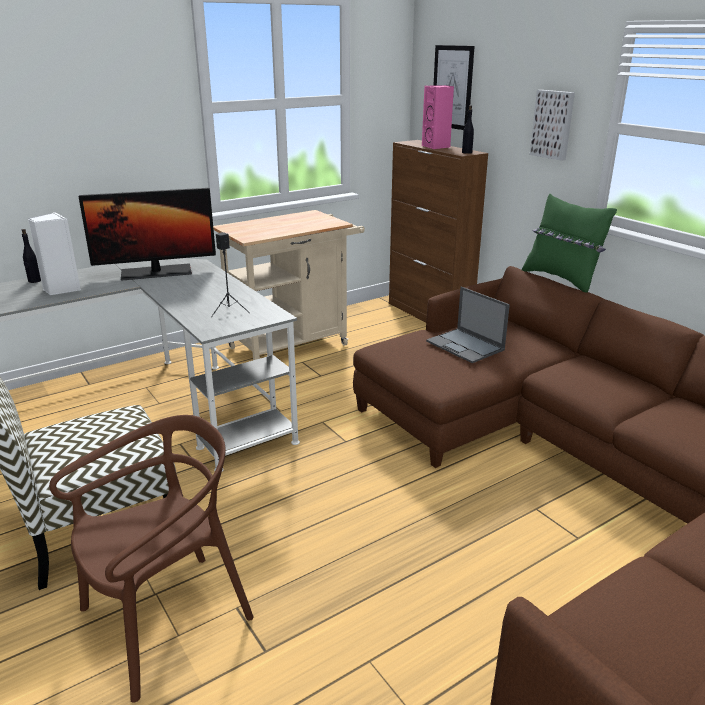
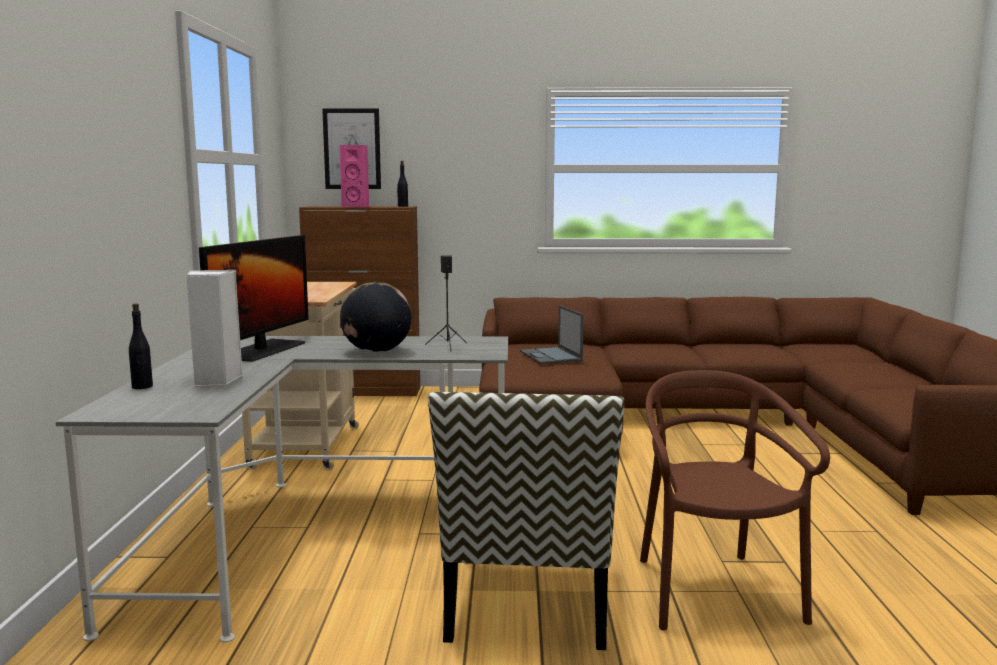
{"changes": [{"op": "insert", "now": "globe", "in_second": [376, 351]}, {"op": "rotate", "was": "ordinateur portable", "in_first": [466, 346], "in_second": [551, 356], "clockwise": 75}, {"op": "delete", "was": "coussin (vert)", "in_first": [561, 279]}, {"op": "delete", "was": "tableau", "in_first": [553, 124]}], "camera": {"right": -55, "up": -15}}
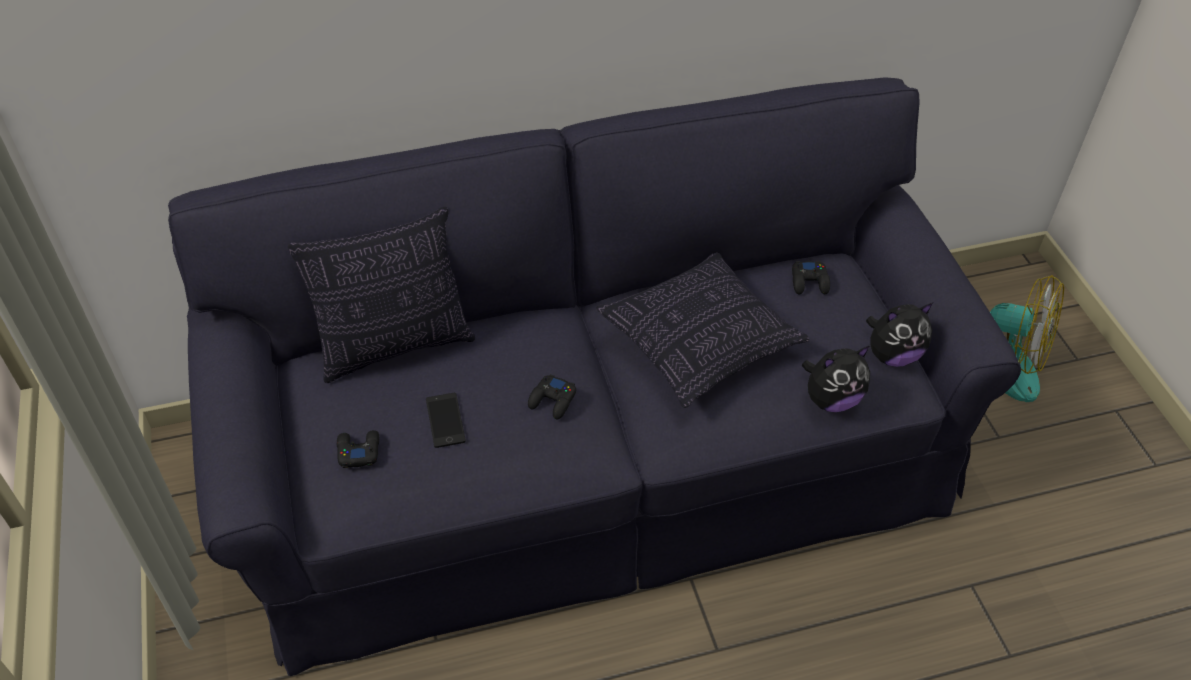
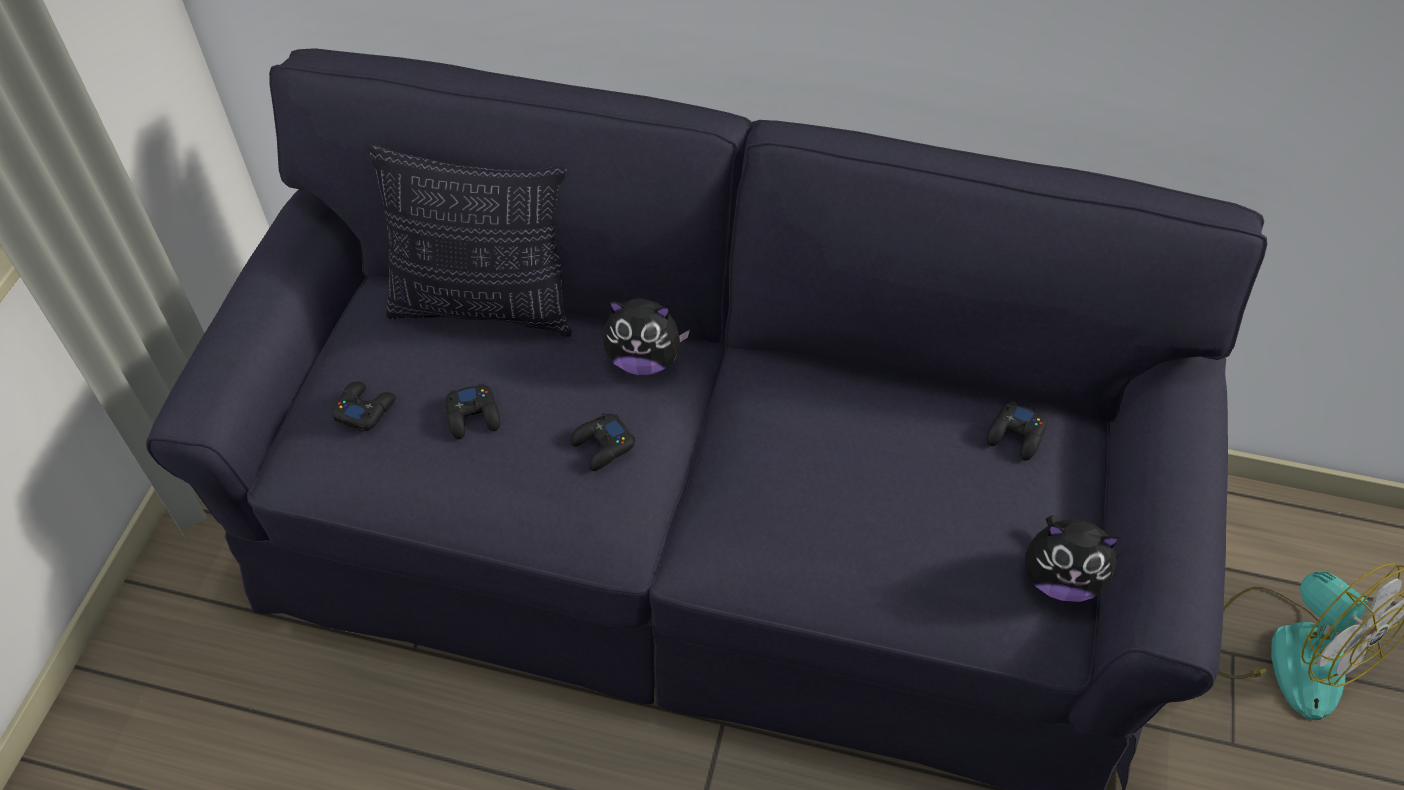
{"changes": [{"op": "replace", "was": "téléphone", "now": "manette (noir)", "in_first": [445, 420], "in_second": [473, 416]}, {"op": "move", "was": "peluche", "in_first": [831, 399], "in_second": [644, 360]}, {"op": "delete", "was": "coussin", "in_first": [699, 343]}], "camera": {"right": 30, "up": 5}}
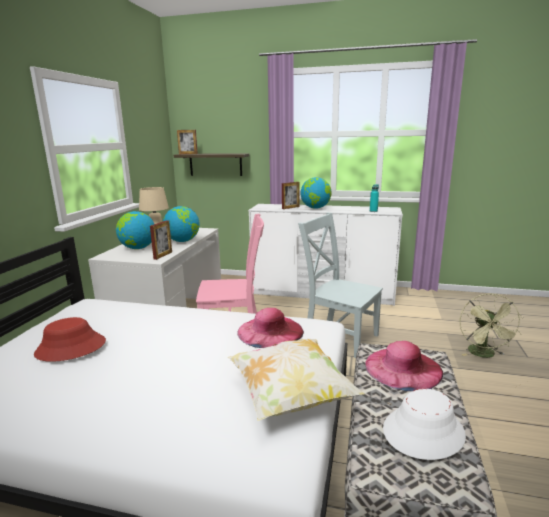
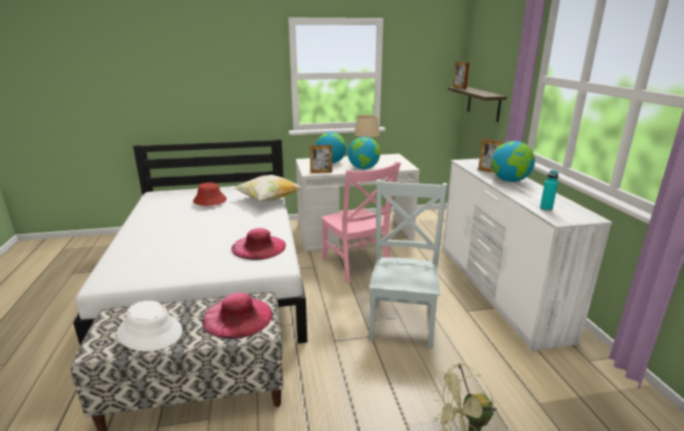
{"changes": [{"op": "move", "was": "coussin", "in_first": [291, 396], "in_second": [268, 200]}], "camera": {"right": 65, "up": 5}}
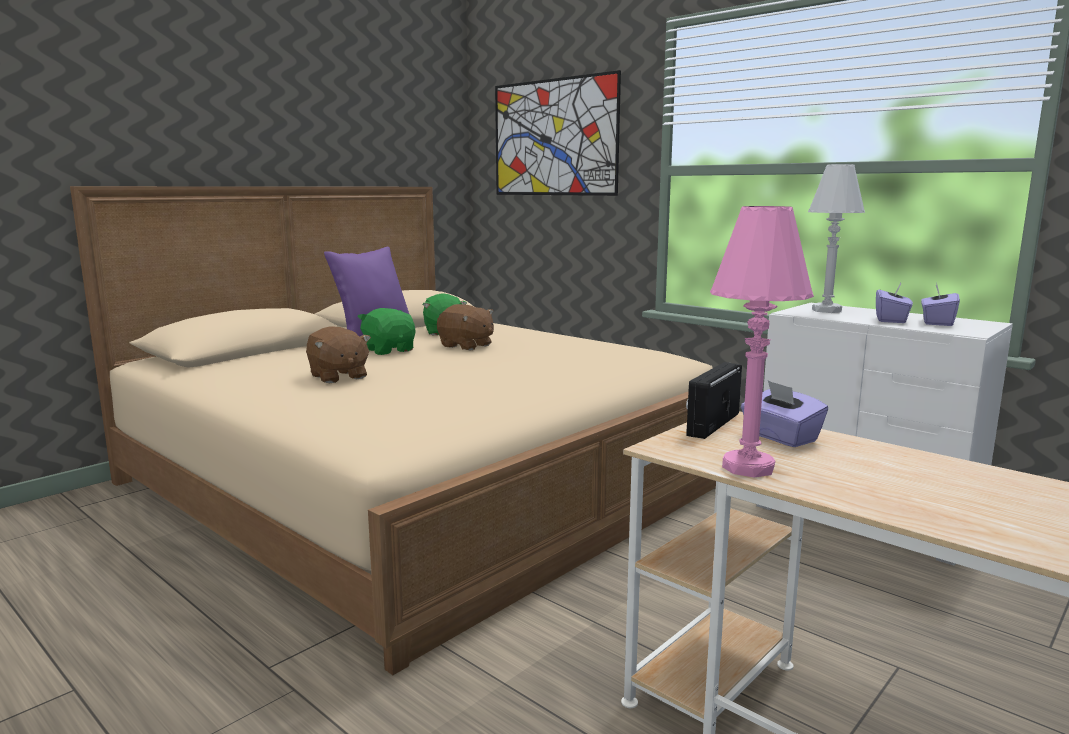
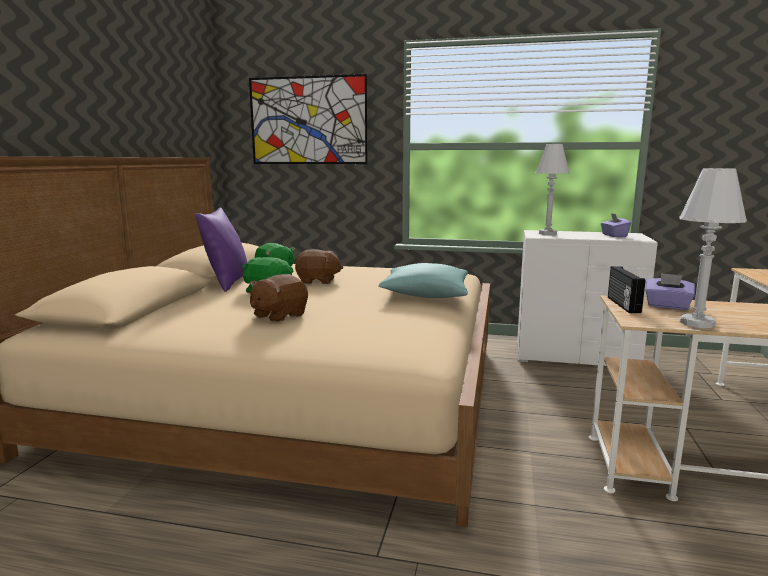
{"changes": [{"op": "rotate", "was": "peluche (marron)", "in_first": [338, 376], "in_second": [278, 316], "clockwise": 105}, {"op": "insert", "now": "coussin (turquoise)", "in_second": [425, 295]}, {"op": "recolor", "was": "lampe de table (rose)", "now": "lampe de table (blanc)", "in_first": [748, 467], "in_second": [697, 323]}, {"op": "delete", "was": "boîte à mouchoirs (violet)", "in_first": [891, 320]}], "camera": {"right": -30, "up": 0}}
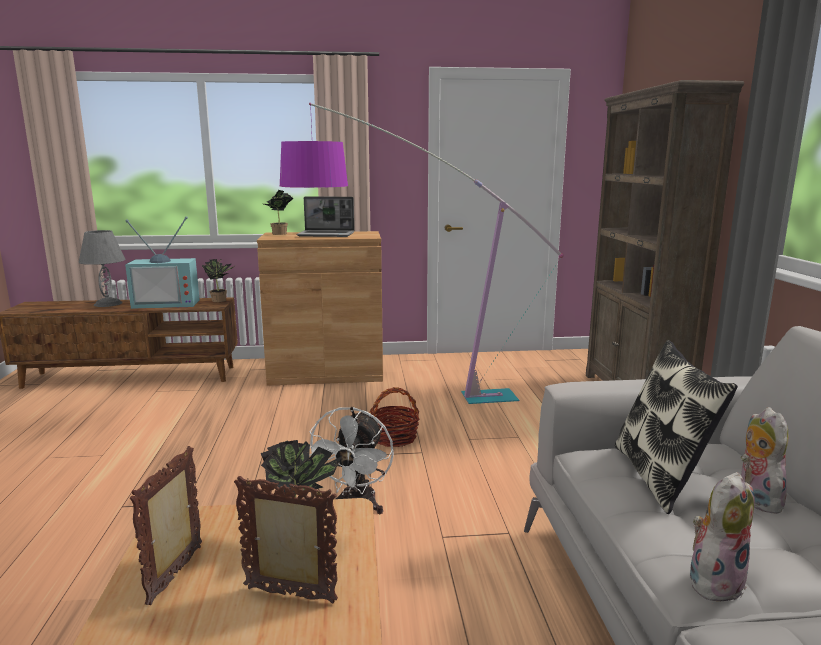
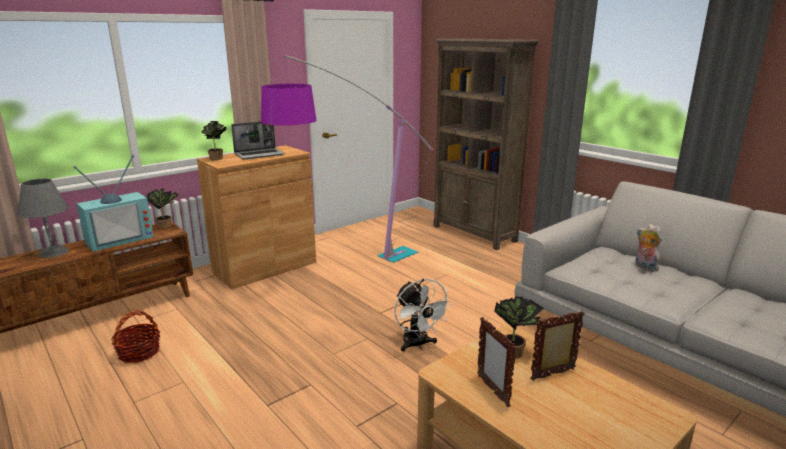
{"changes": [{"op": "move", "was": "panier", "in_first": [394, 437], "in_second": [139, 352]}, {"op": "delete", "was": "coussin", "in_first": [660, 476]}, {"op": "delete", "was": "peluche", "in_first": [714, 581]}], "camera": {"right": -35, "up": 5}}
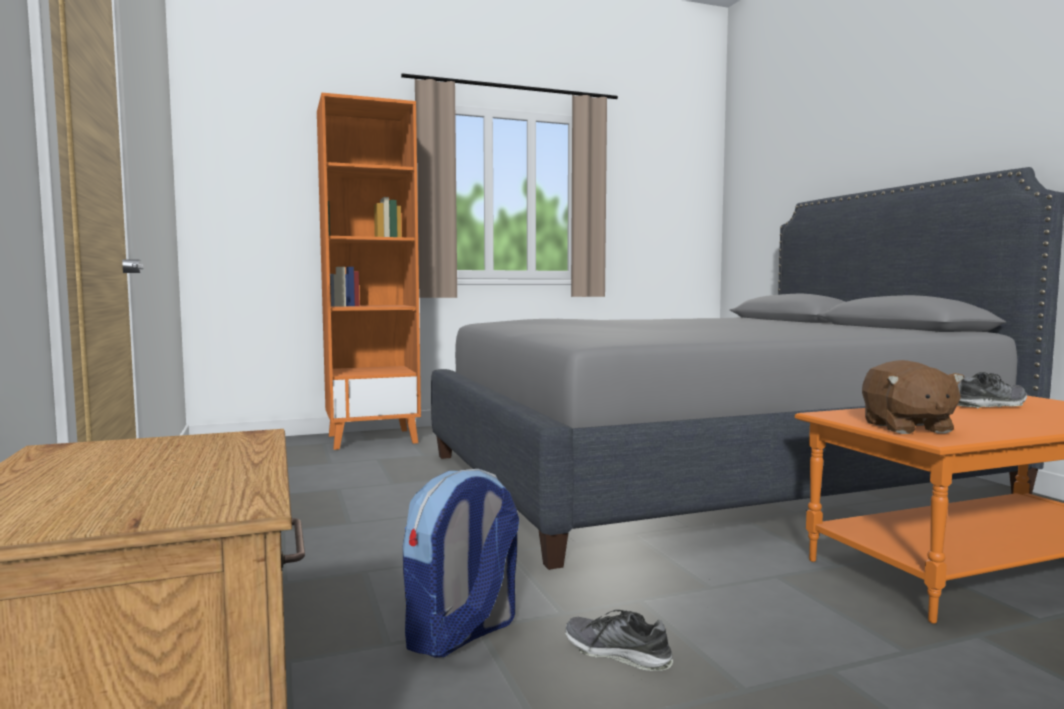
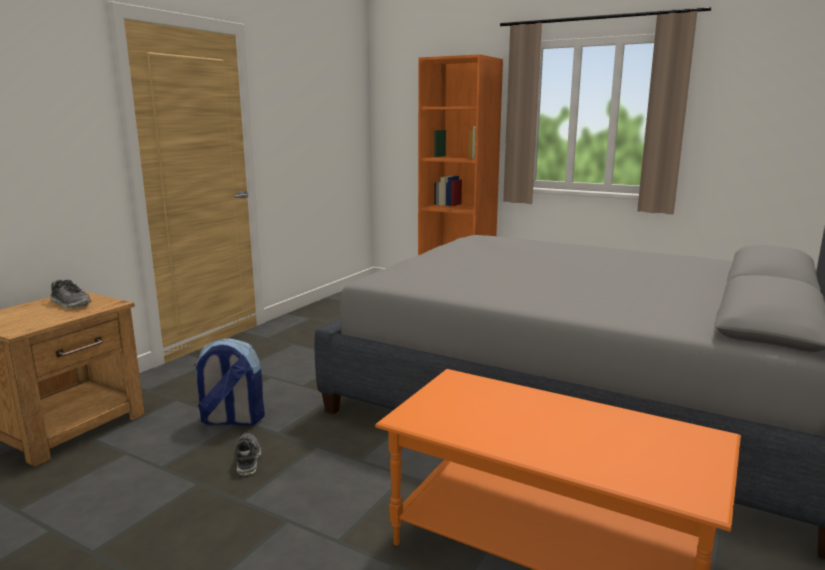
{"changes": [{"op": "move", "was": "chaussure", "in_first": [991, 405], "in_second": [71, 304]}, {"op": "delete", "was": "peluche (marron)", "in_first": [906, 428]}], "camera": {"right": 50, "up": 10}}
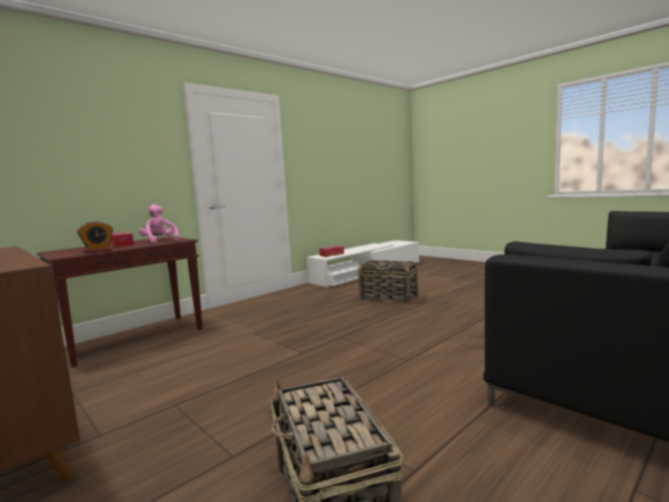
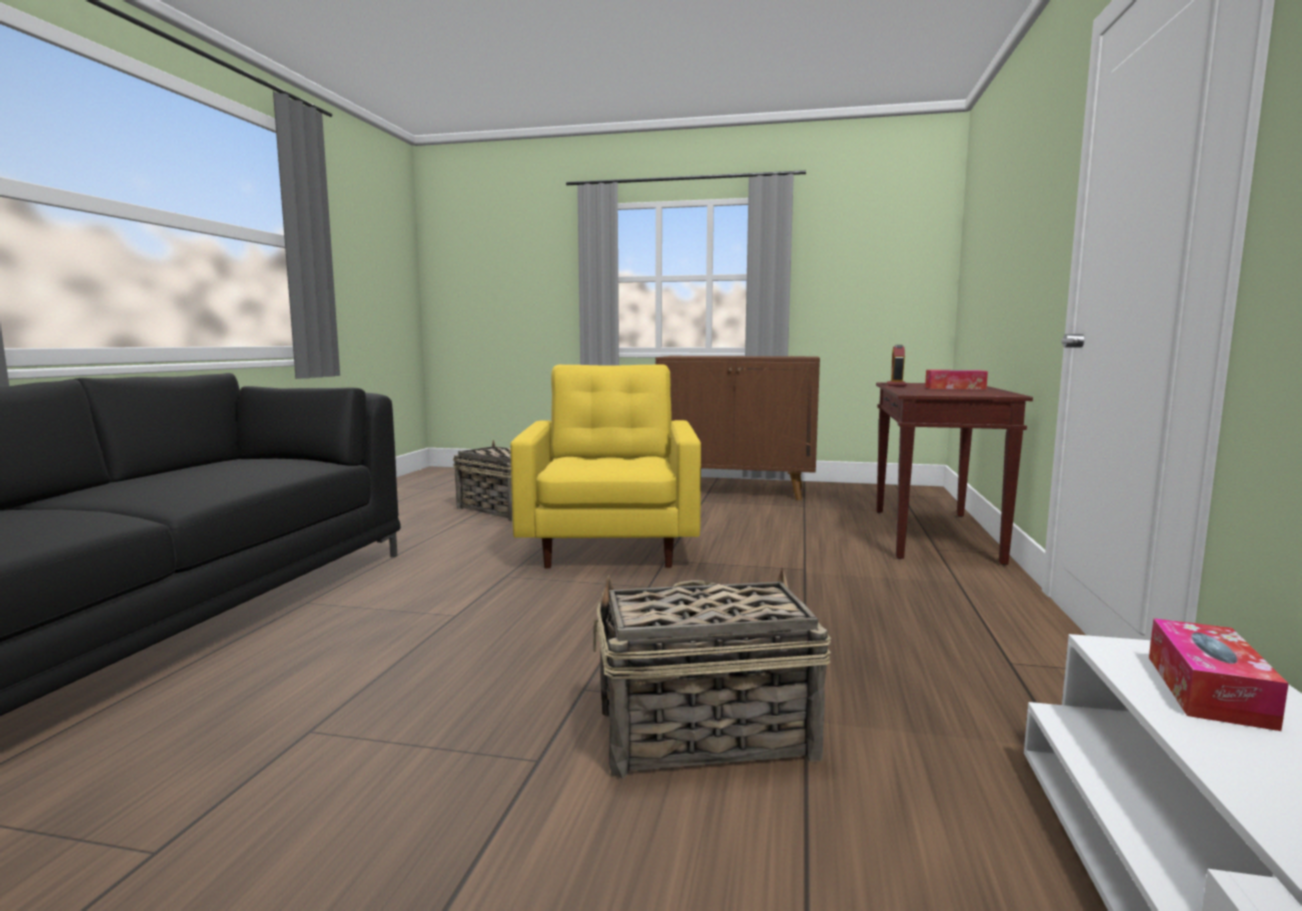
{"changes": [{"op": "insert", "now": "fauteuil (jaune)", "in_second": [612, 546]}, {"op": "delete", "was": "peluche (rose)", "in_first": [159, 241]}], "camera": {"right": 145, "up": 0}}
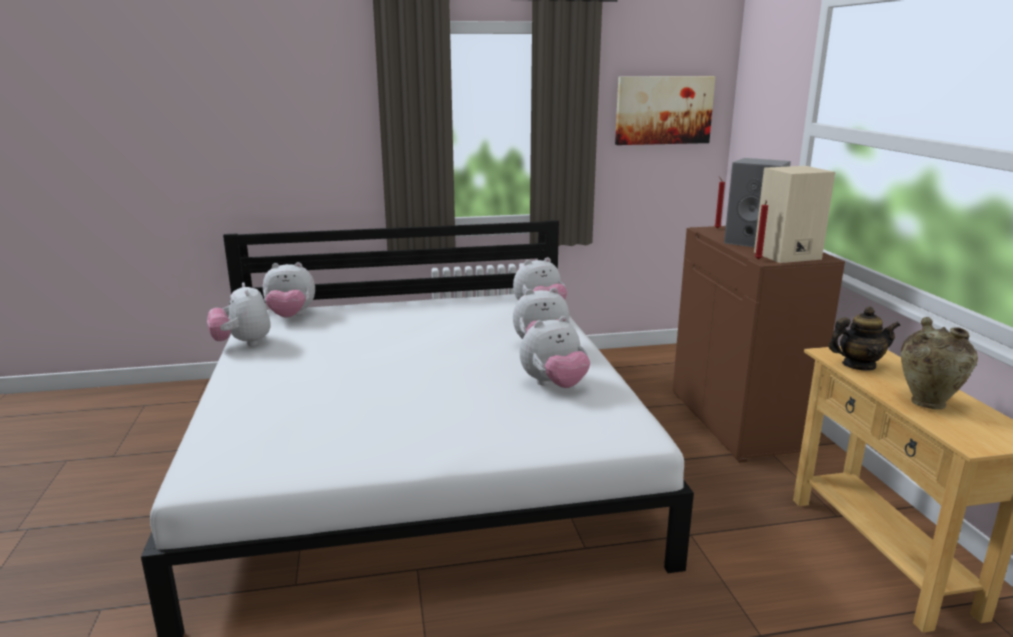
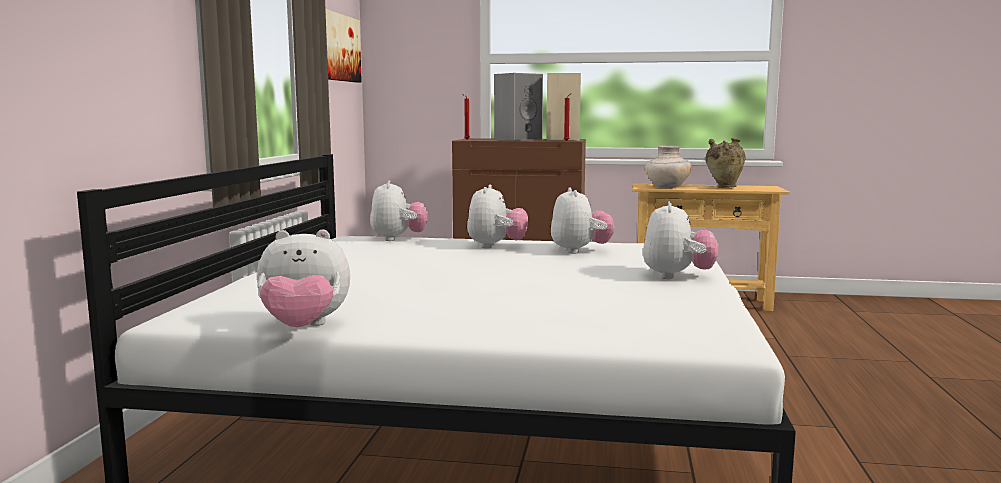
{"changes": [{"op": "move", "was": "peluche", "in_first": [290, 316], "in_second": [677, 276]}, {"op": "replace", "was": "théière", "now": "vase (beige)", "in_first": [858, 365], "in_second": [667, 187]}], "camera": {"right": -70, "up": -10}}
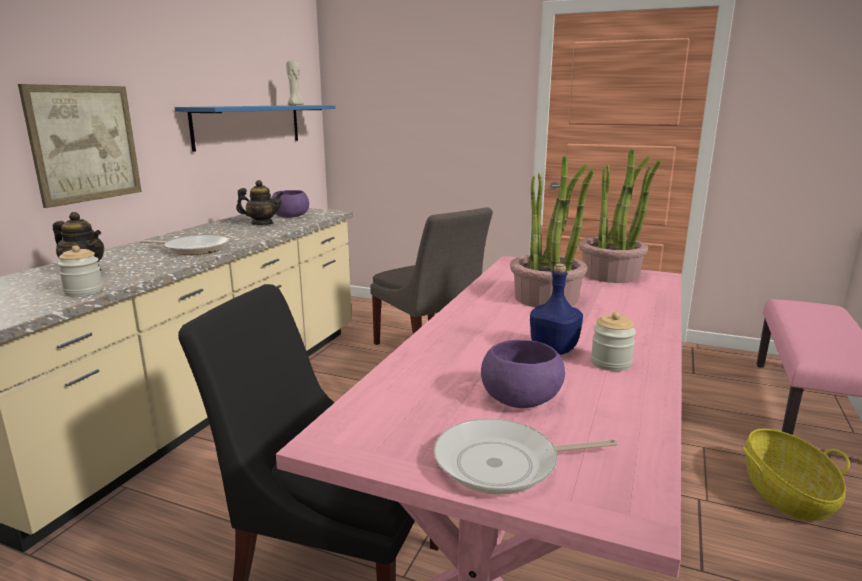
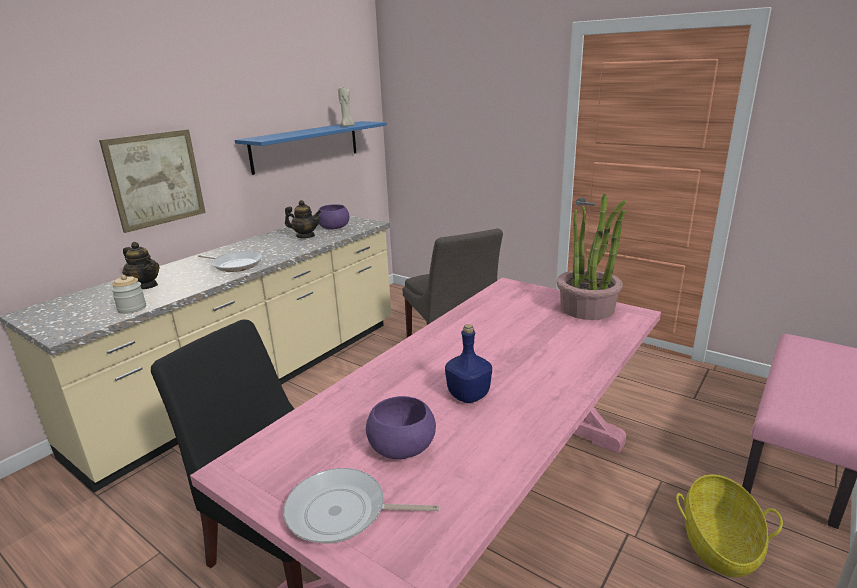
{"changes": [{"op": "delete", "was": "plante en pot", "in_first": [547, 298]}, {"op": "delete", "was": "bocal", "in_first": [610, 363]}], "camera": {"right": 15, "up": 5}}
